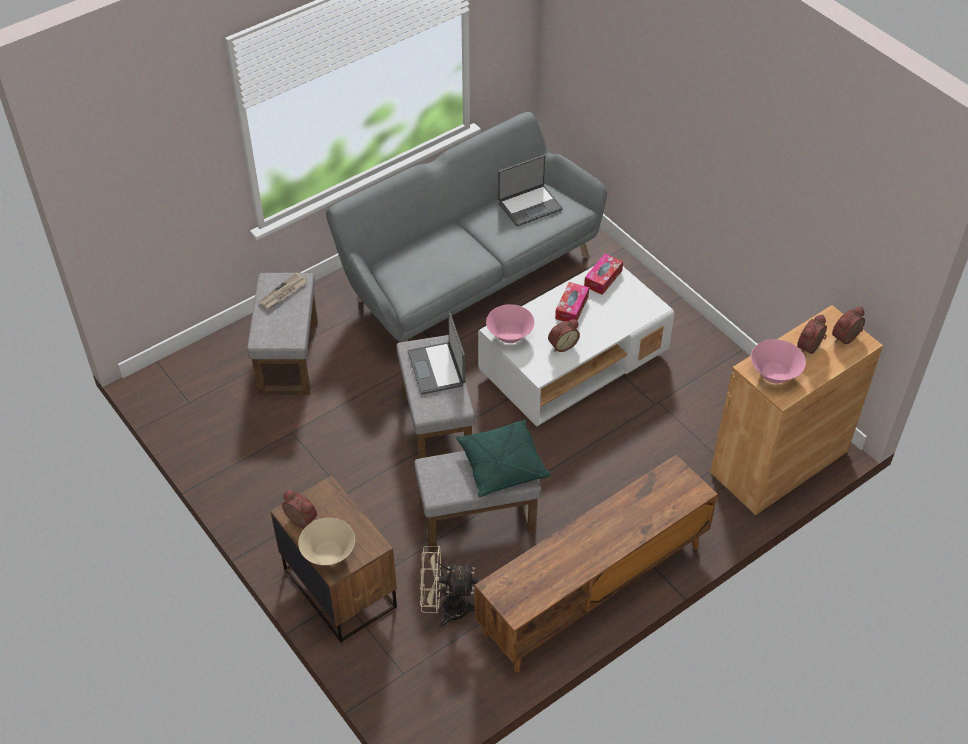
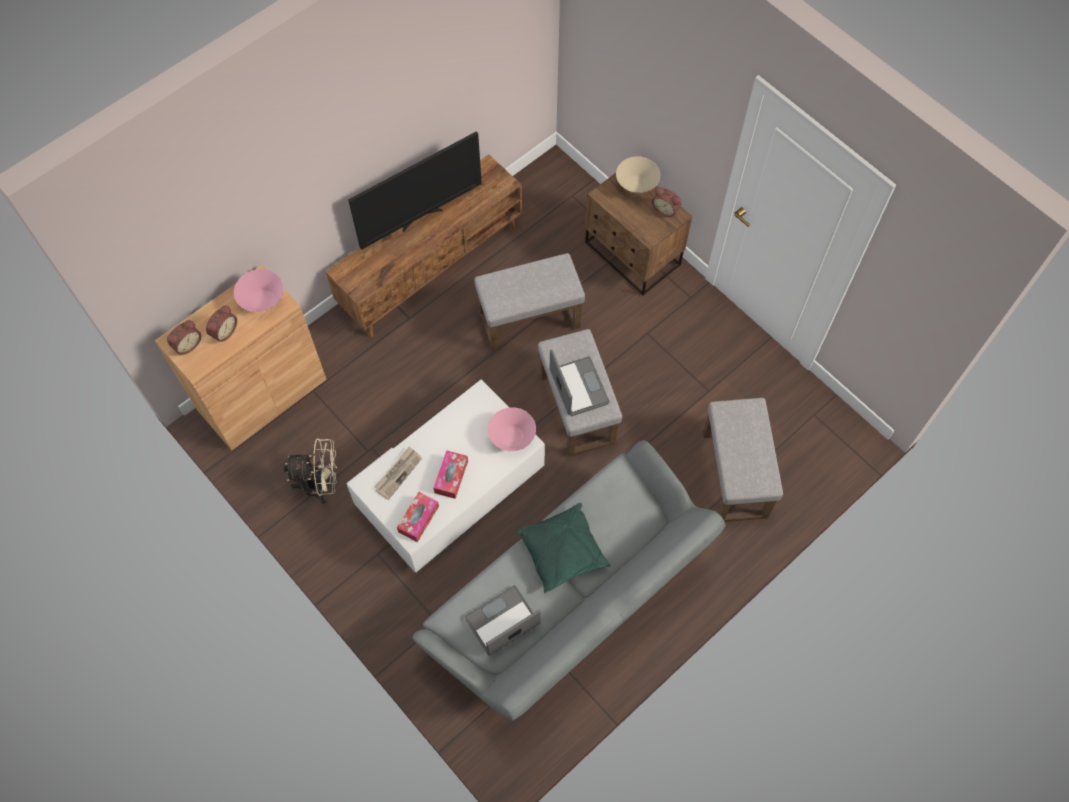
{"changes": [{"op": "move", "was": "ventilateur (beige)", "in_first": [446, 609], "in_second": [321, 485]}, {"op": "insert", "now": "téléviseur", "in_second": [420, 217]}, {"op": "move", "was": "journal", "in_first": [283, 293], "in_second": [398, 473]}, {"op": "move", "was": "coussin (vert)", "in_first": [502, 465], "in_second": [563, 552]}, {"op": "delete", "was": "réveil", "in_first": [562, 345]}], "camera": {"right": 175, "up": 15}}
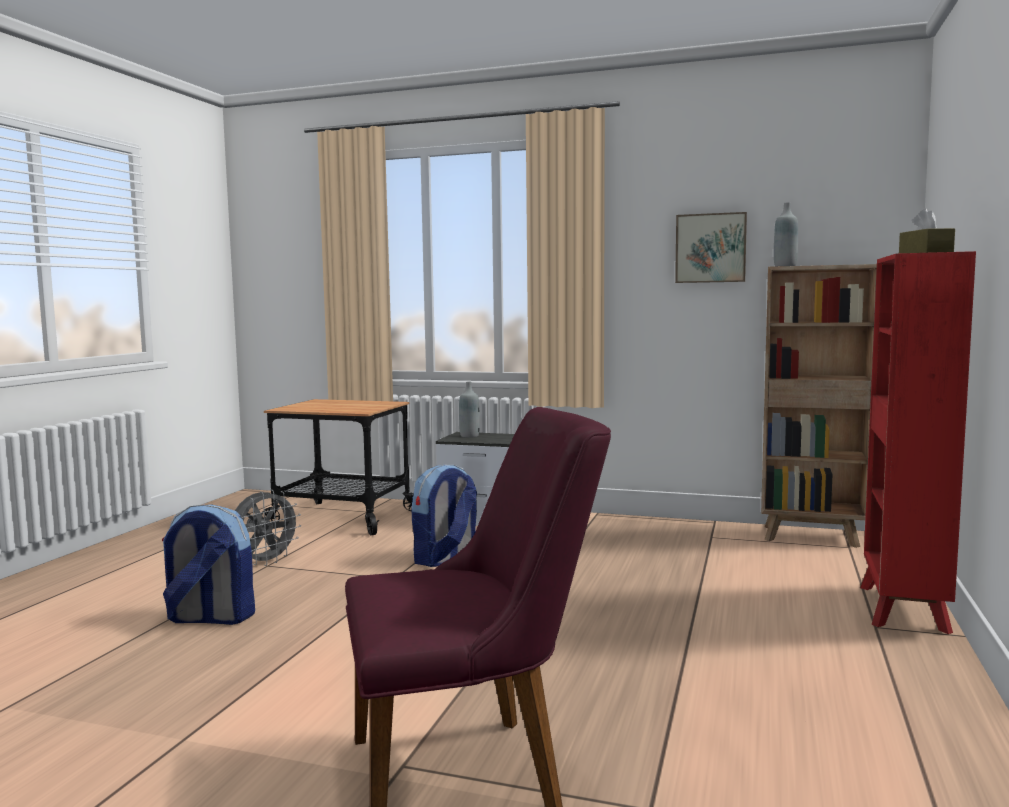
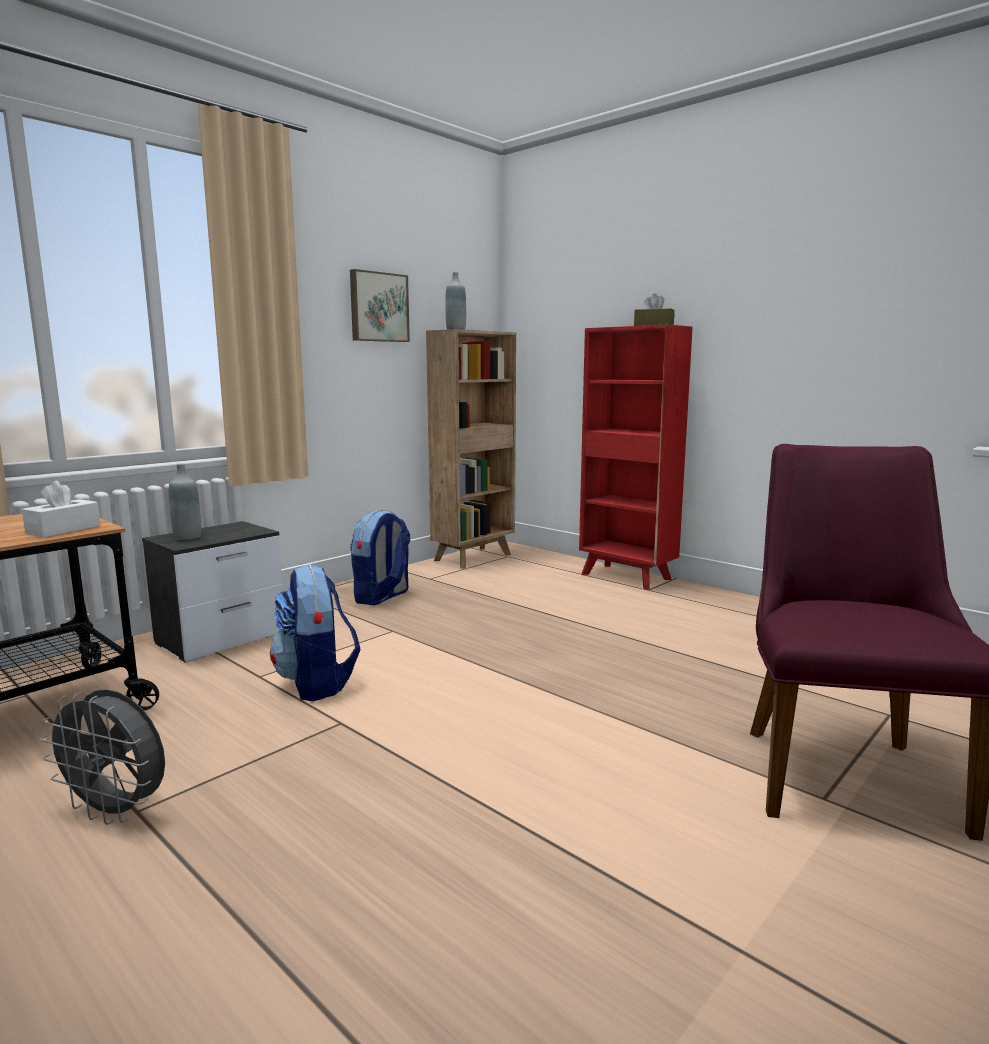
{"changes": [{"op": "insert", "now": "boîte à mouchoirs (blanc)", "in_second": [63, 530]}, {"op": "rotate", "was": "ventilateur (gris)", "in_first": [265, 562], "in_second": [117, 811], "clockwise": 135}, {"op": "move", "was": "sac à dos", "in_first": [210, 618], "in_second": [382, 597]}], "camera": {"right": -65, "up": 5}}
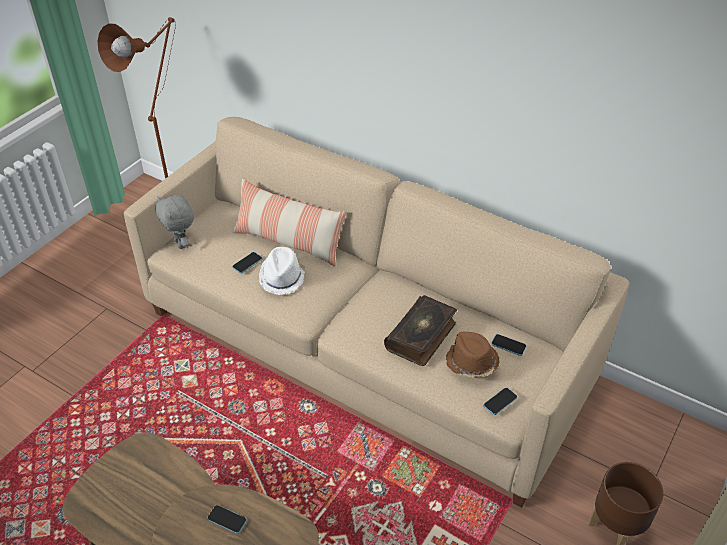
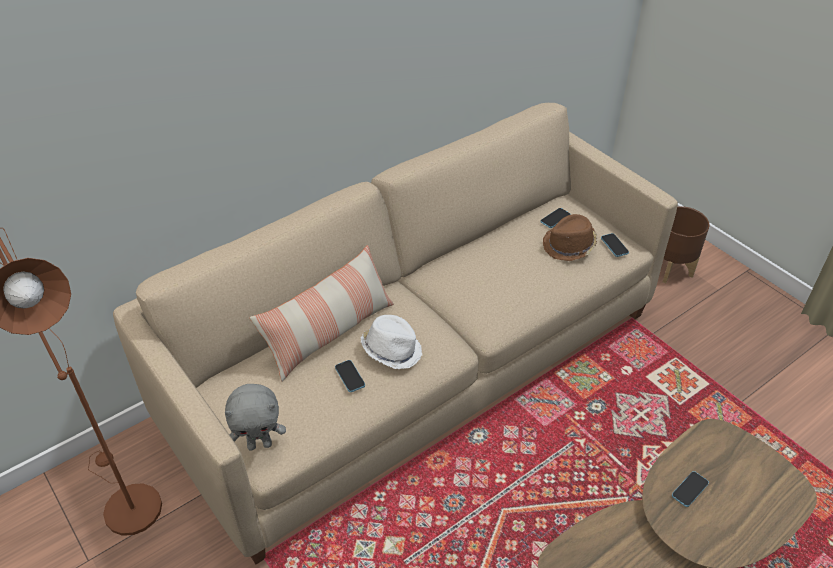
{"changes": [{"op": "delete", "was": "livre", "in_first": [422, 336]}], "camera": {"right": -70, "up": 0}}
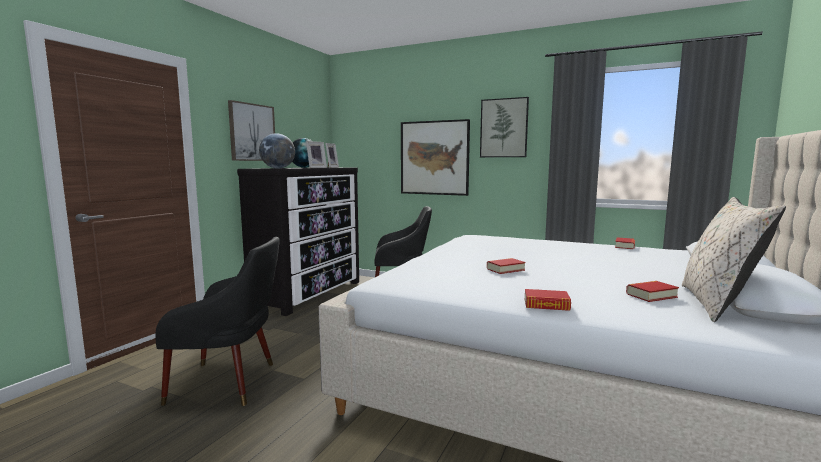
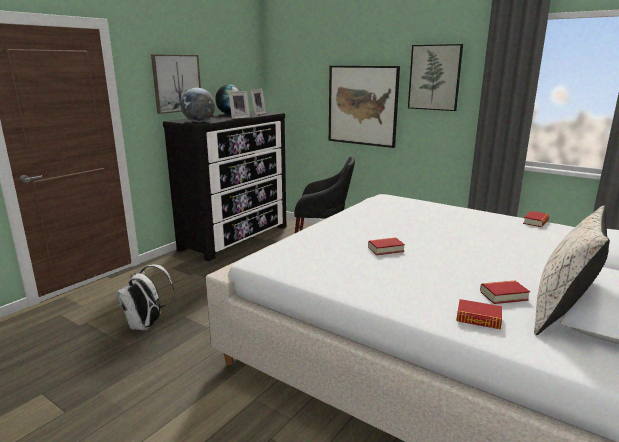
{"changes": [{"op": "replace", "was": "fauteuil (noir)", "now": "sac à dos (blanc)", "in_first": [230, 383], "in_second": [147, 325]}, {"op": "move", "was": "livre", "in_first": [546, 305], "in_second": [478, 319]}], "camera": {"right": 10, "up": 10}}
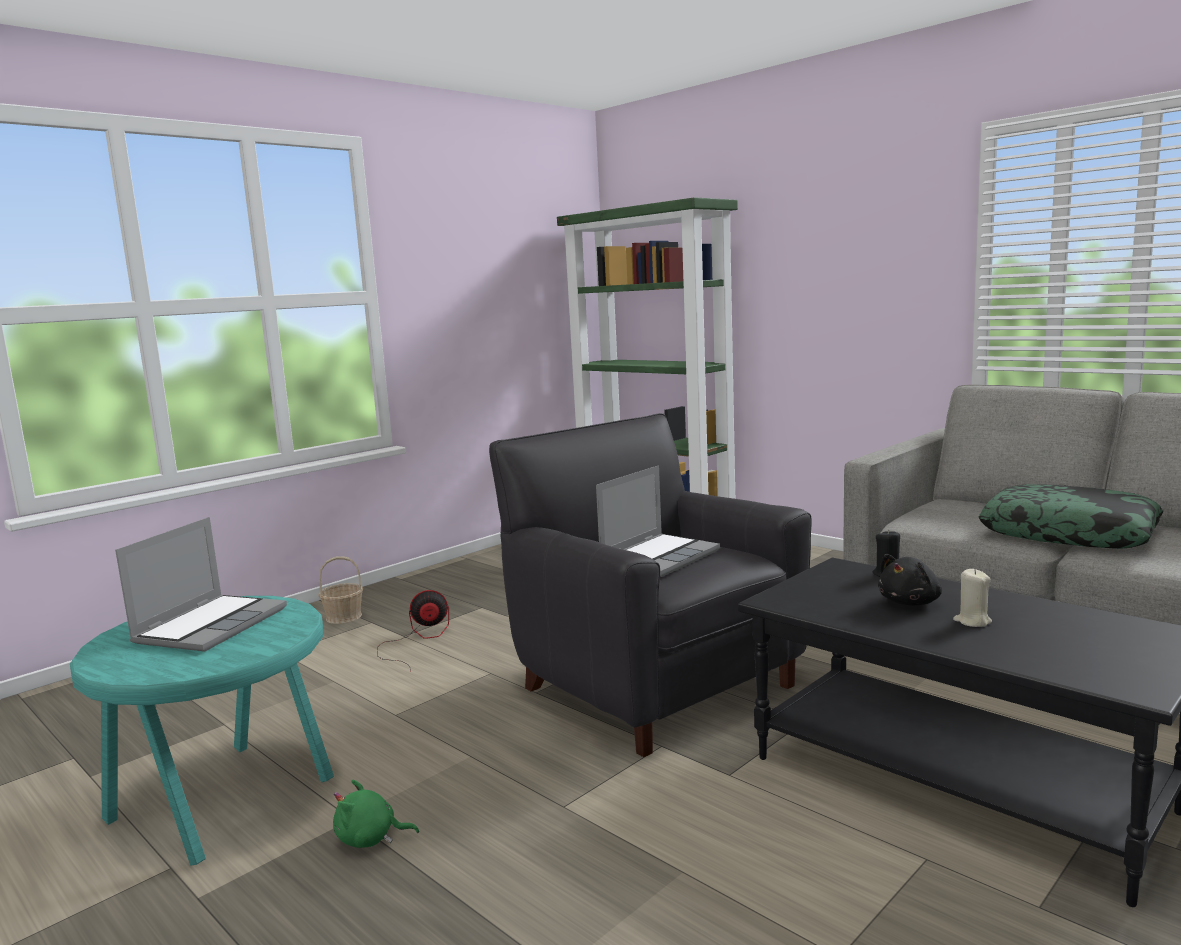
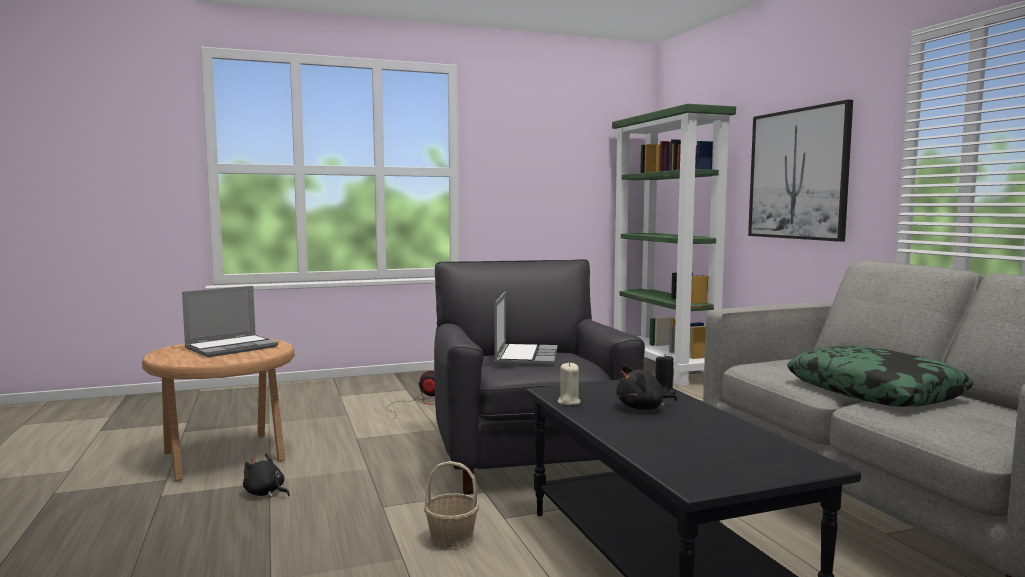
{"changes": [{"op": "recolor", "was": "table d'appoint (turquoise)", "now": "table d'appoint (marron)", "in_first": [227, 799], "in_second": [226, 457]}, {"op": "recolor", "was": "peluche (vert)", "now": "peluche (noir)", "in_first": [370, 839], "in_second": [265, 493]}, {"op": "move", "was": "panier", "in_first": [343, 617], "in_second": [451, 538]}, {"op": "rotate", "was": "ordinateur portable", "in_first": [659, 557], "in_second": [525, 357], "clockwise": -60}, {"op": "move", "was": "bougie (beige)", "in_first": [972, 621], "in_second": [568, 402]}, {"op": "insert", "now": "tableau", "in_second": [798, 174]}], "camera": {"right": 25, "up": -5}}
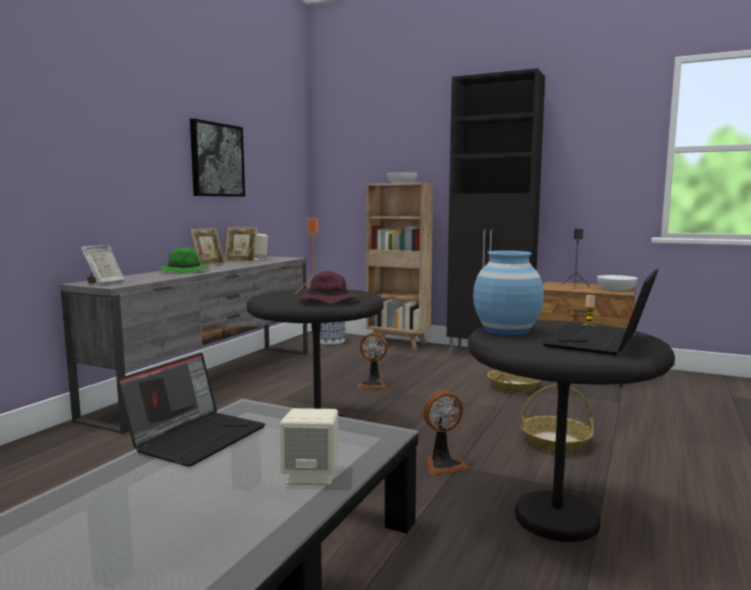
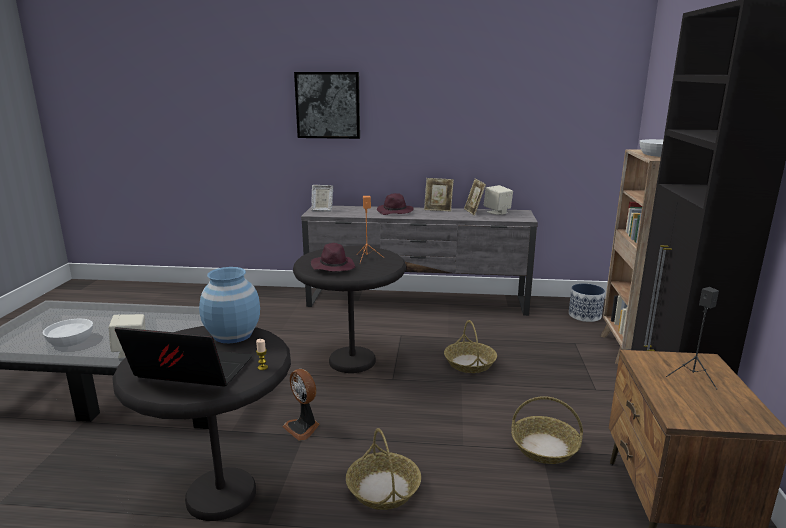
{"changes": [{"op": "move", "was": "bol (blanc)", "in_first": [615, 289], "in_second": [71, 340]}, {"op": "move", "was": "tableau", "in_first": [217, 160], "in_second": [328, 105]}, {"op": "recolor", "was": "chapeau (vert)", "now": "chapeau (violet)", "in_first": [185, 271], "in_second": [395, 212]}, {"op": "replace", "was": "ventilateur", "now": "panier", "in_first": [373, 384], "in_second": [470, 363]}, {"op": "delete", "was": "ordinateur portable", "in_first": [197, 437]}], "camera": {"right": 70, "up": 10}}
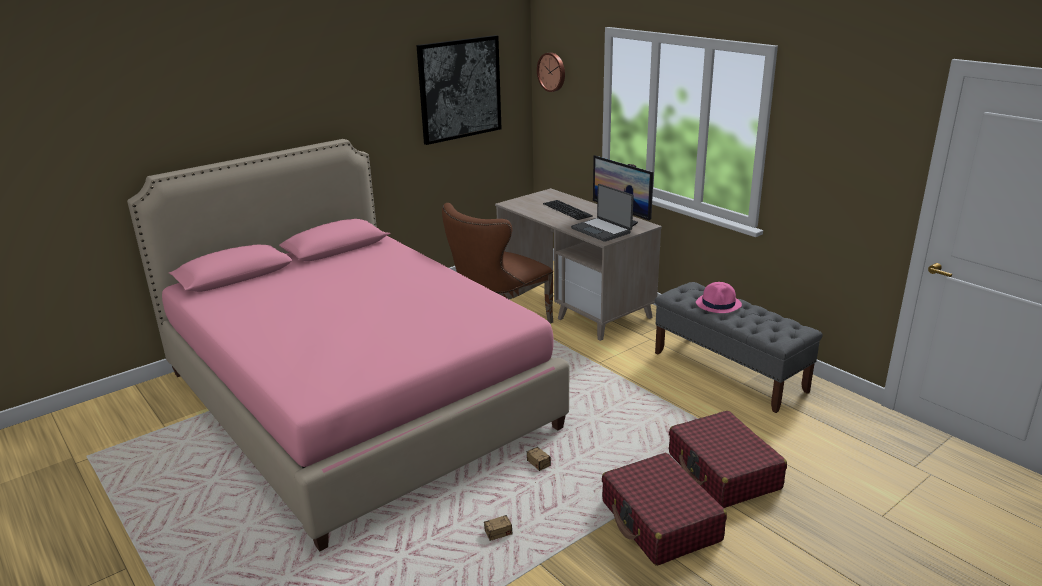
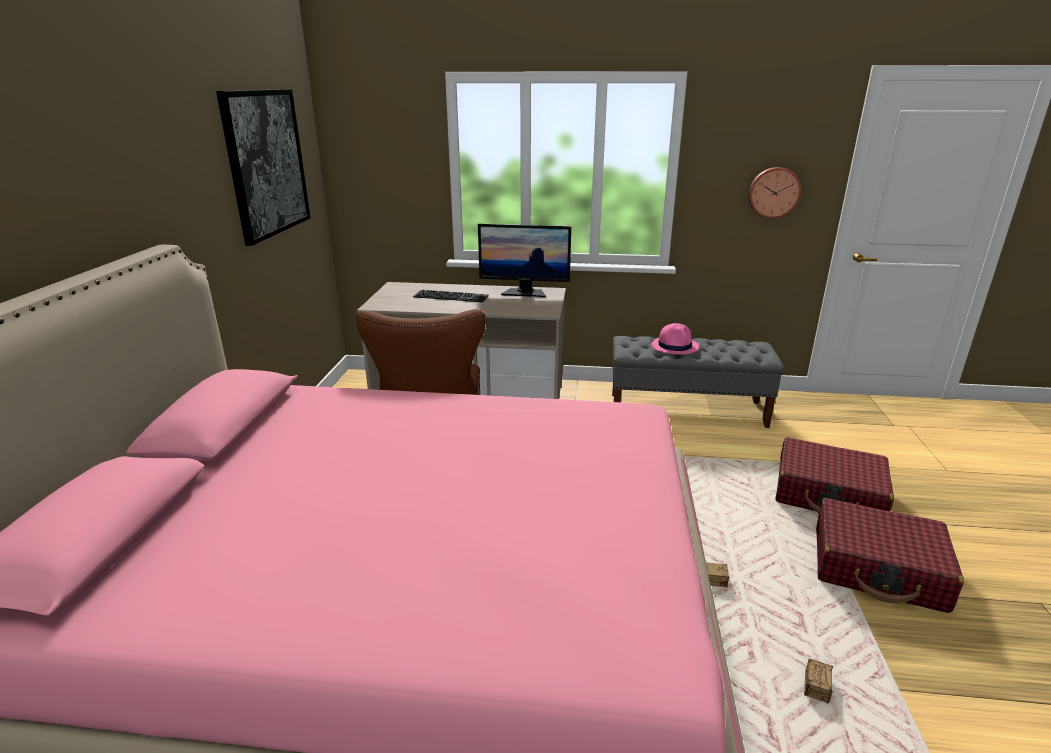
{"changes": [{"op": "move", "was": "horloge murale", "in_first": [552, 72], "in_second": [773, 192]}, {"op": "delete", "was": "ordinateur portable", "in_first": [602, 230]}], "camera": {"right": -45, "up": 0}}
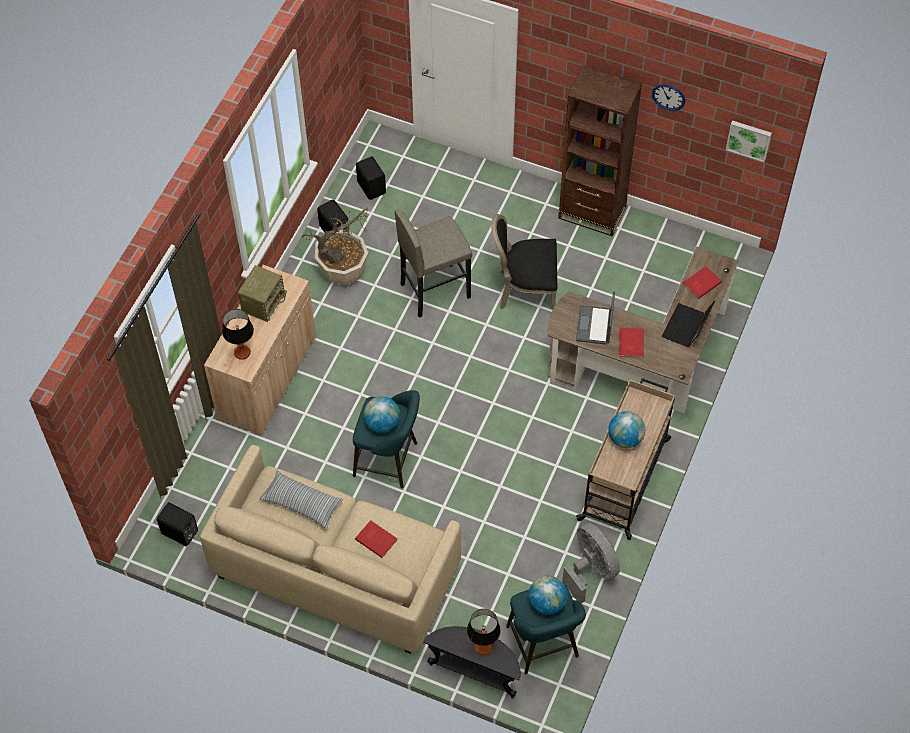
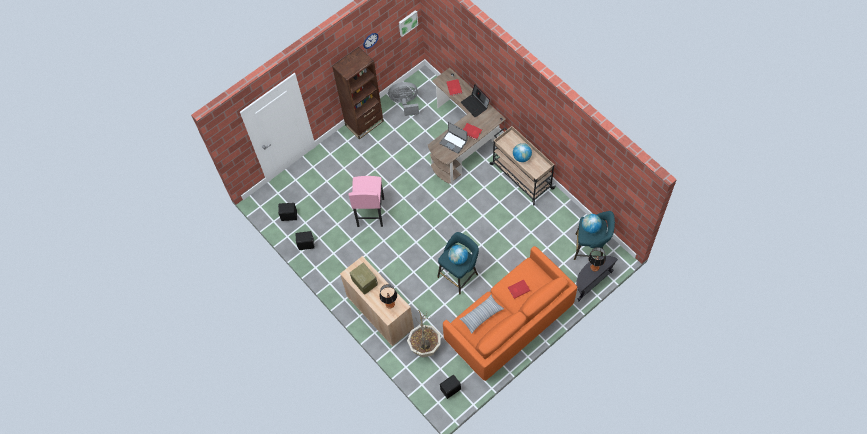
{"changes": [{"op": "recolor", "was": "tabouret (gris)", "now": "tabouret (rose)", "in_first": [435, 290], "in_second": [370, 212]}, {"op": "move", "was": "ventilateur (gris)", "in_first": [590, 570], "in_second": [405, 103]}, {"op": "move", "was": "plante en pot", "in_first": [343, 271], "in_second": [425, 346]}, {"op": "recolor", "was": "canapé (beige)", "now": "canapé (orange)", "in_first": [335, 571], "in_second": [508, 323]}, {"op": "delete", "was": "chaise (noir)", "in_first": [525, 290]}], "camera": {"right": -60, "up": 5}}
